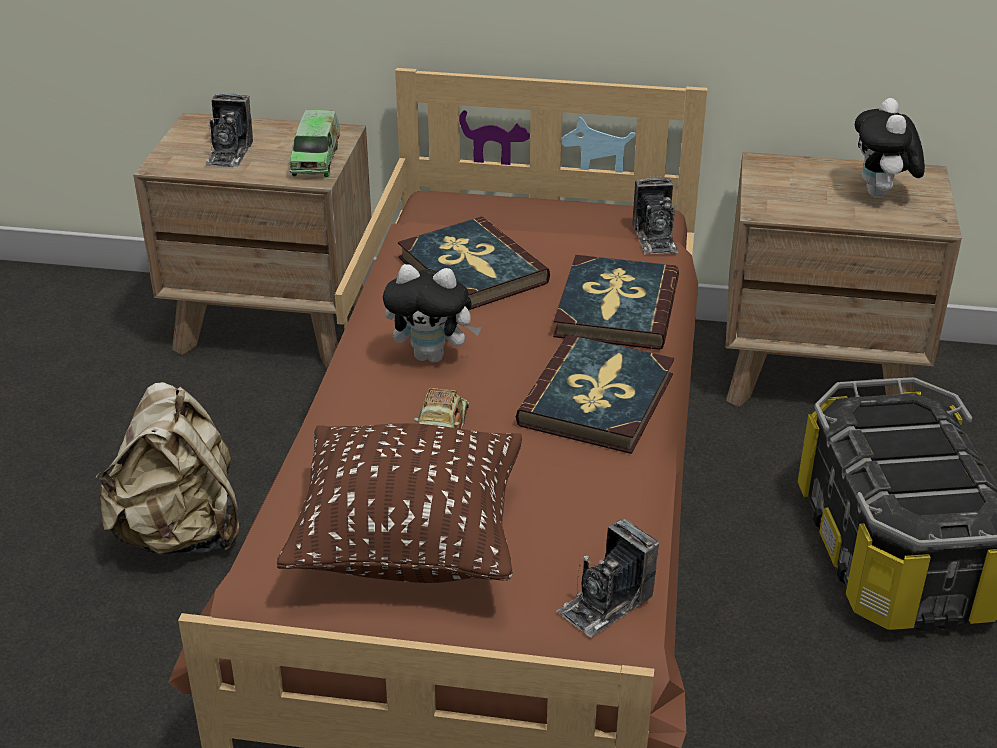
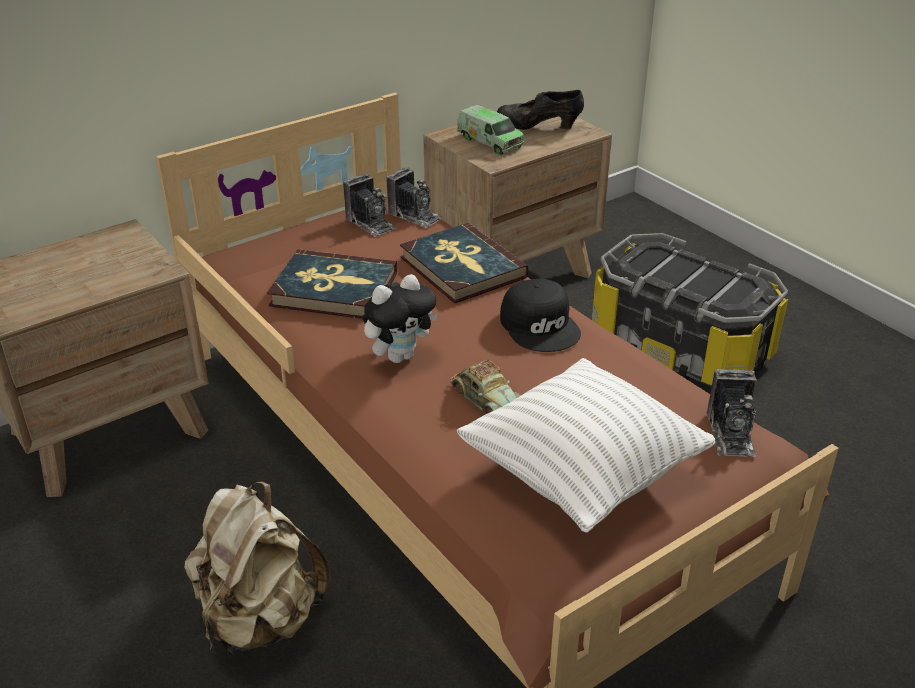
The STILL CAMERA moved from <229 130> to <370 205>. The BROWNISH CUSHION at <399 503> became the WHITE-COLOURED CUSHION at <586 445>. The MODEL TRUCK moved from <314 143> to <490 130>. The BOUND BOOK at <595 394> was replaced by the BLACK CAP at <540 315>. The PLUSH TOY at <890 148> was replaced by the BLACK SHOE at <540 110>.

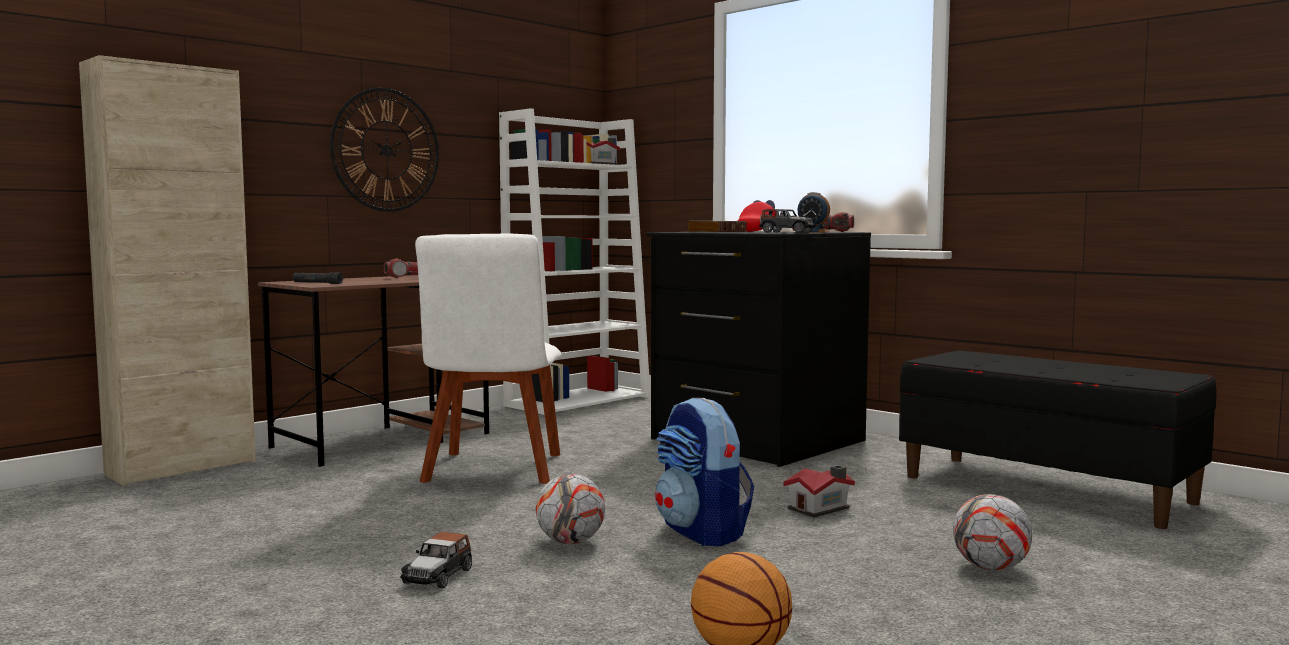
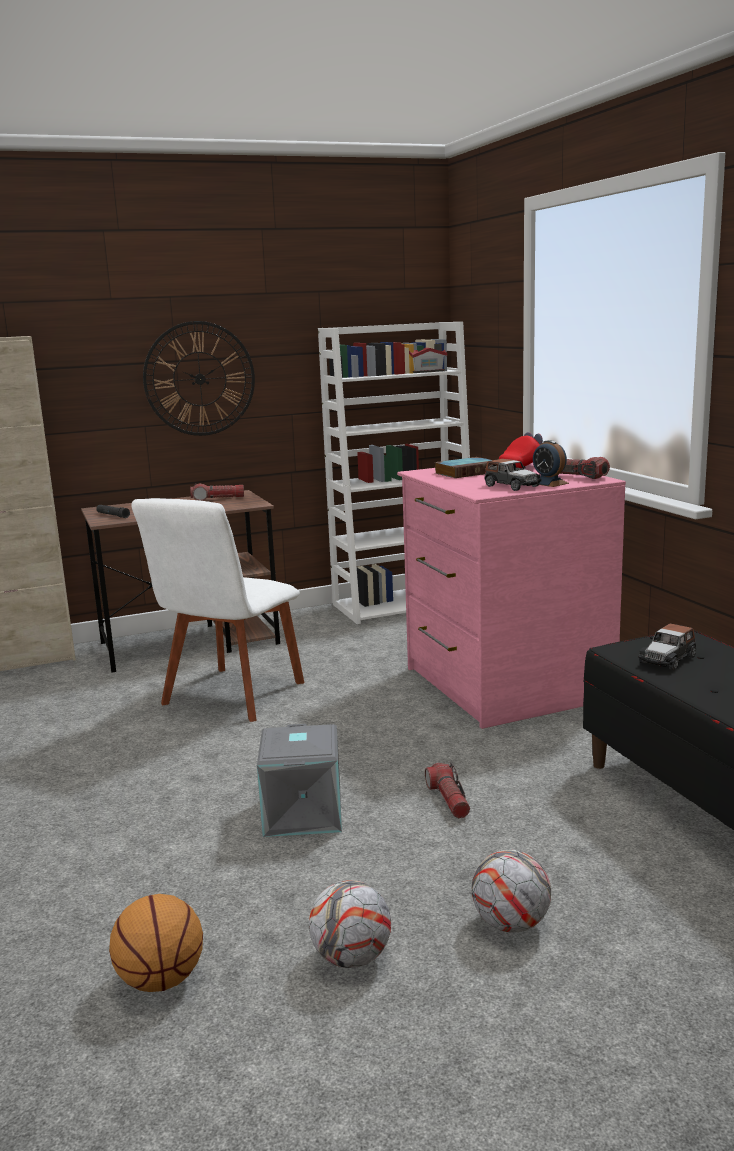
The MODEL CAR moved from <436 560> to <667 646>. The FOOTBALL moved from <570 509> to <350 924>. The BLACK DRAWER CHEST at <759 349> became the PINK DRAWER CHEST at <511 595>. The BACKPACK at <704 472> was replaced by the GREYISH STORAGE CONTAINER at <299 780>. The TOY HOUSE at <819 491> was replaced by the FLASHLIGHT at <447 790>.

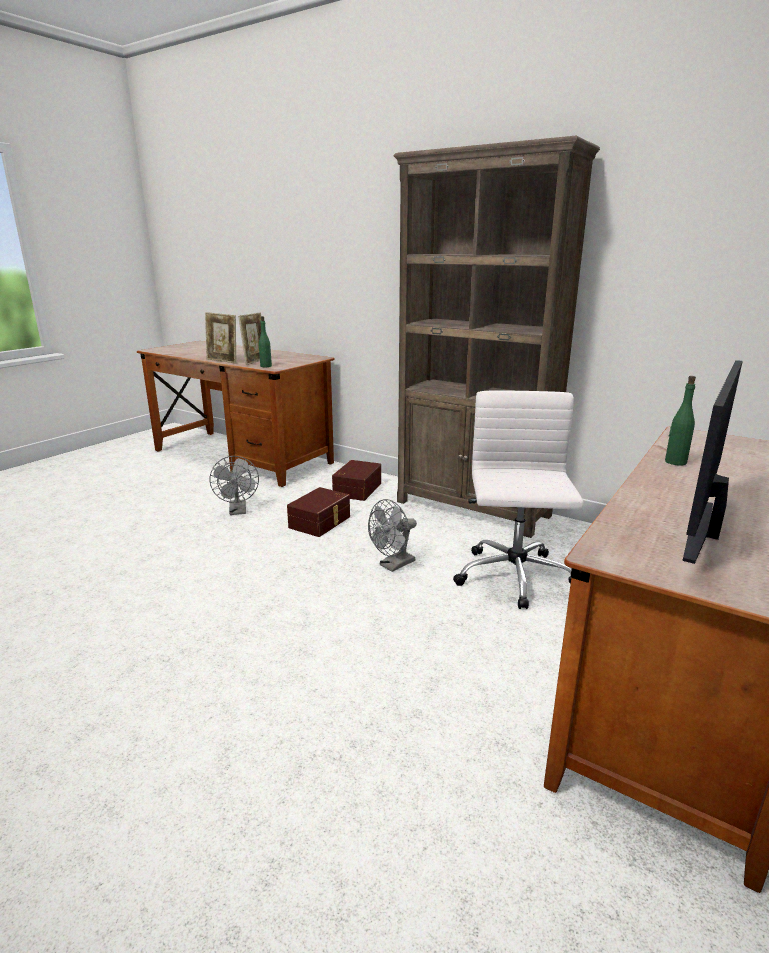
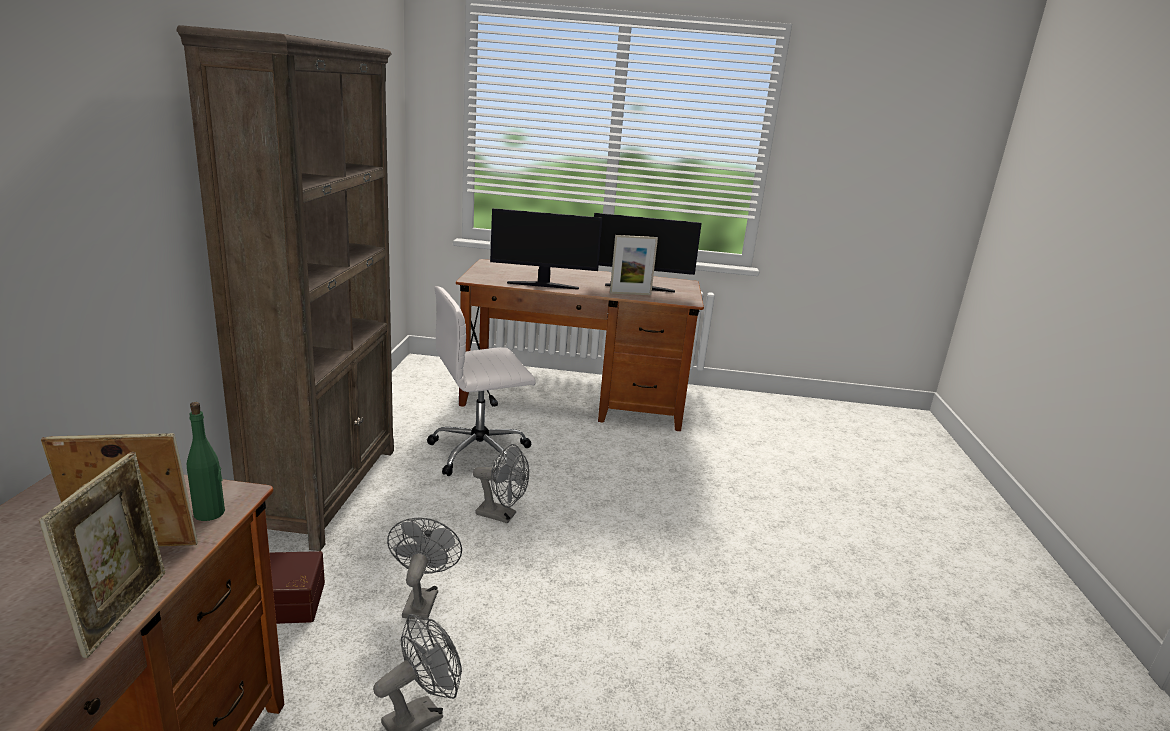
The BROWNISH STORAGE CONTAINER at <318 512> was replaced by the GREYISH COOLING FAN at <424 569>. The GREEN-COLOURED DRINK BOTTLE at <680 421> was replaced by the MONITOR at <546 249>. The STANDING FRAME at <634 265> appeared.

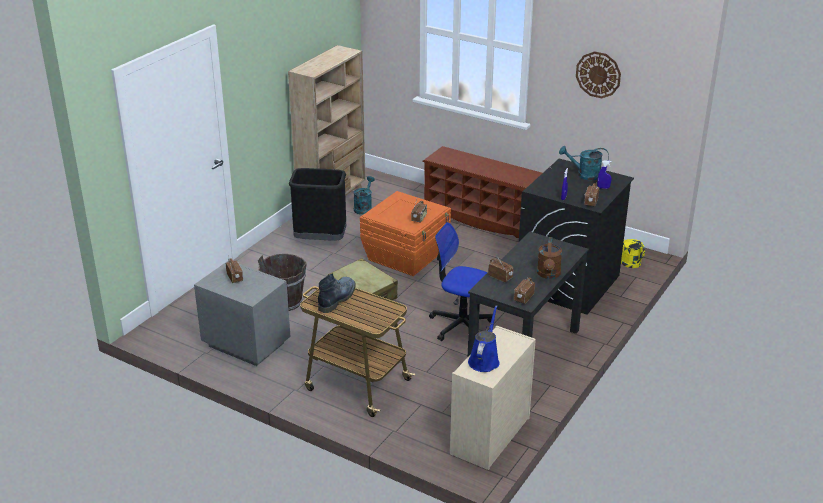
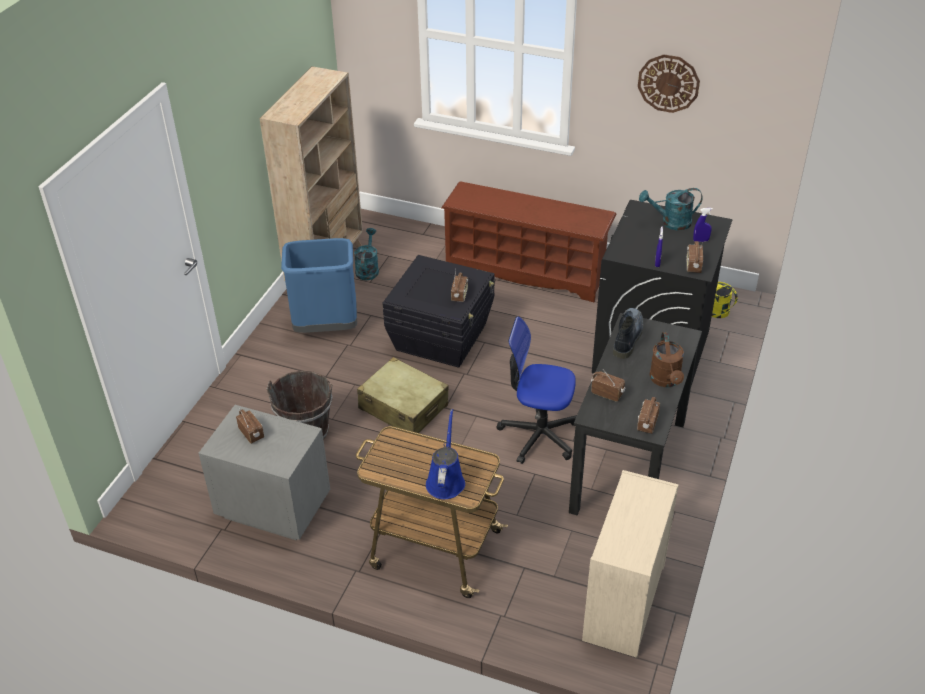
The BLACK WASTE BIN at <317 204> became the BLUE WASTE BIN at <319 285>. The TALL BOOT moved from <336 293> to <628 333>. The ORANGEY STORAGE CONTAINER at <405 233> became the BLACK STORAGE CONTAINER at <438 311>. The BLUE WATERING CAN moved from <484 338> to <445 454>.

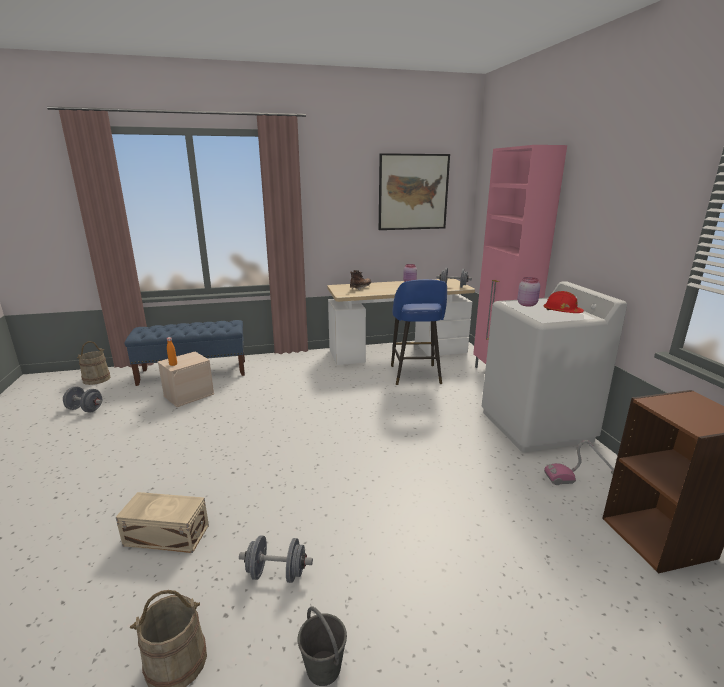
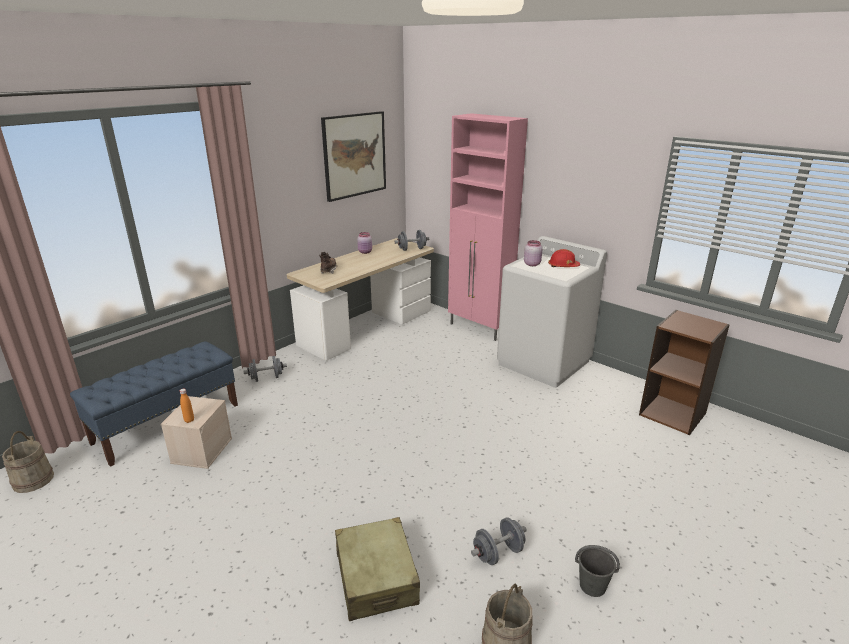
The GREYISH FREE WEIGHT moved from <82 399> to <265 369>. The BEIGE STORAGE CONTAINER at <162 522> was replaced by the BEIGE SUITCASE at <377 569>. The BLUE SITTING STOOL at <419 332> disappeared. The VACUUM CLEANER at <579 462> disappeared.

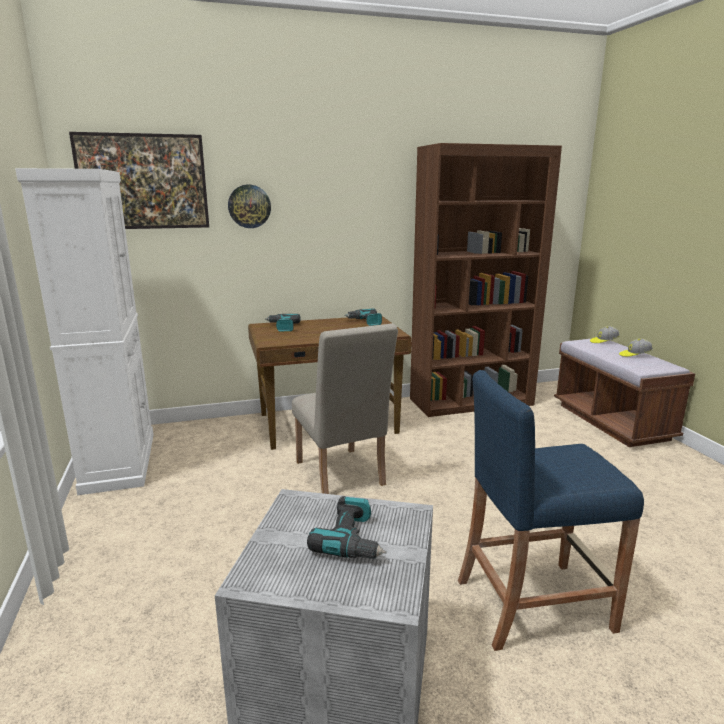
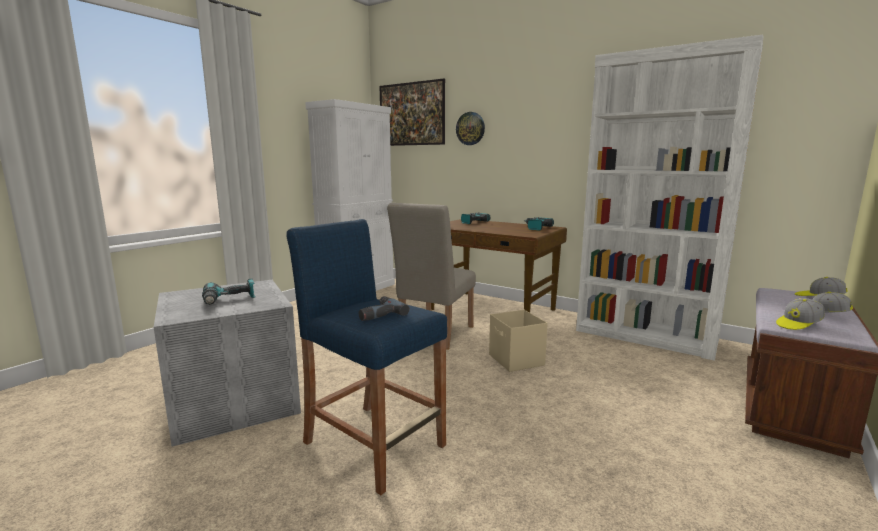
The BROWNISH SHELVING UNIT at <486 280> became the WHITE-COLOURED SHELVING UNIT at <669 198>. The DRILL at <384 308> appeared. The BEIGE STORAGE CONTAINER at <518 341> appeared. The CAP at <800 314> appeared.

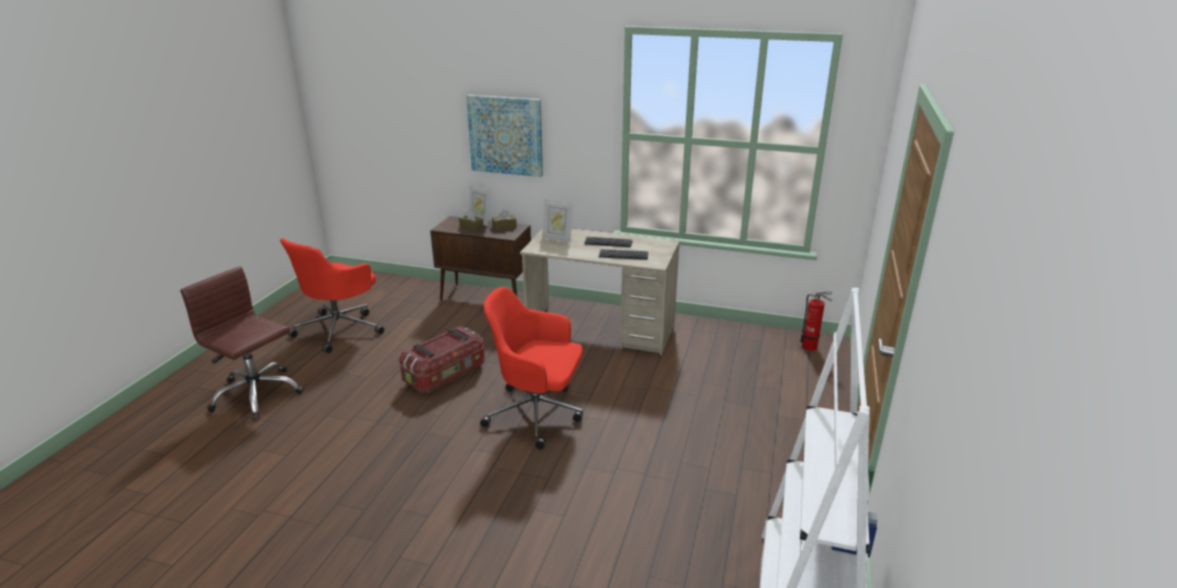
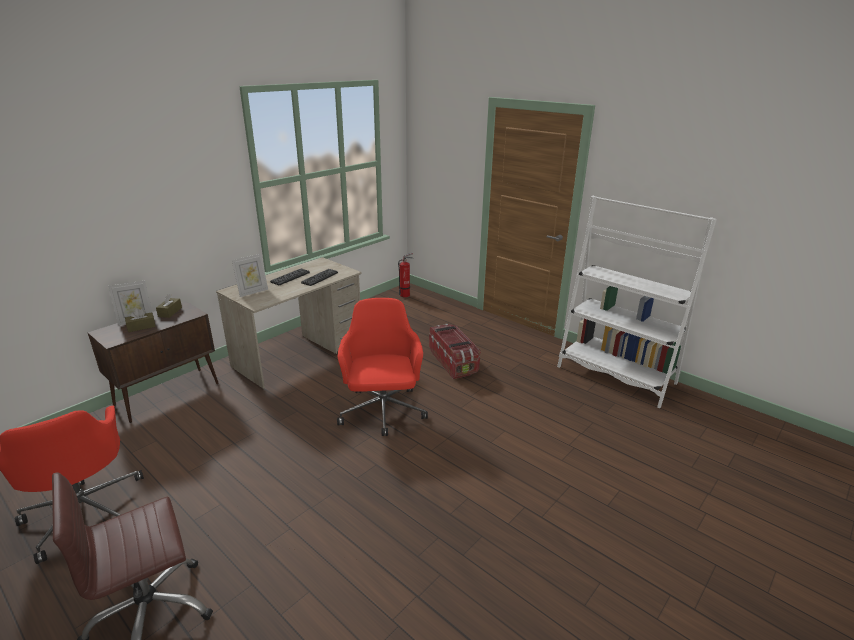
The STORAGE CONTAINER moved from <442 359> to <455 351>. The WALL ART at <504 136> disappeared. The REDDISH DESK CHAIR at <531 368> turned 135 degrees clockwise.

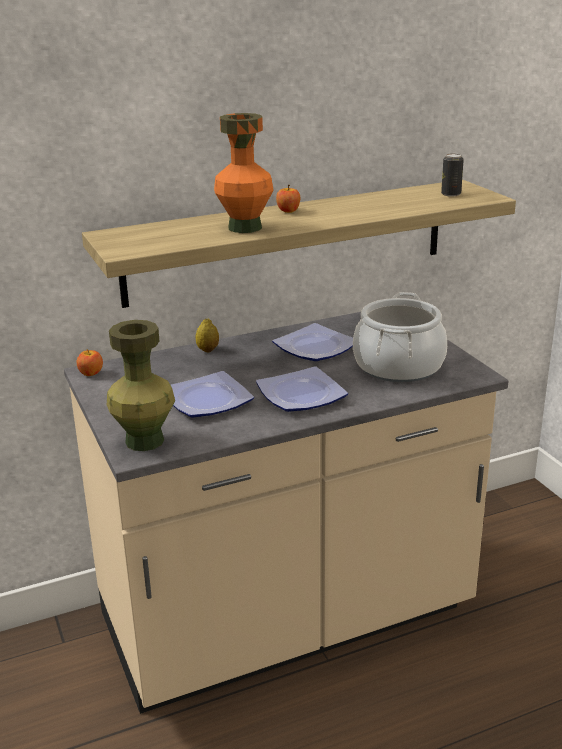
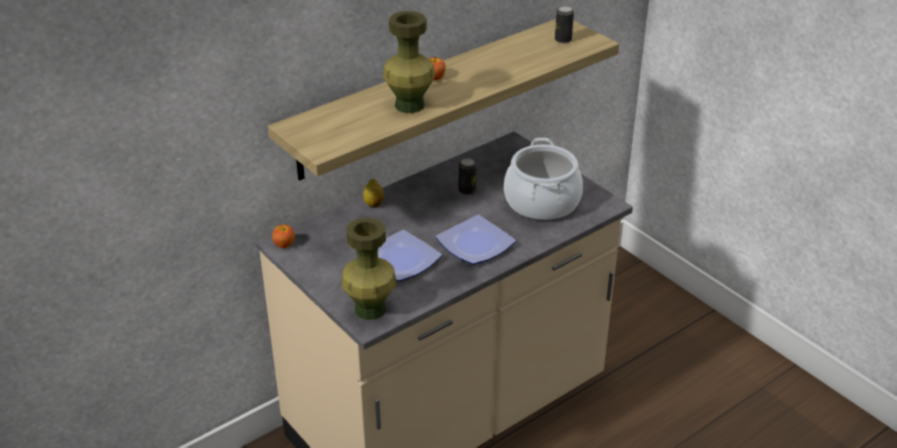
The ORANGEY FLOWER VASE at <244 173> became the GREEN-COLOURED FLOWER VASE at <409 62>. The DINNER PLATE at <312 342> was replaced by the SEALED CAN at <467 176>.

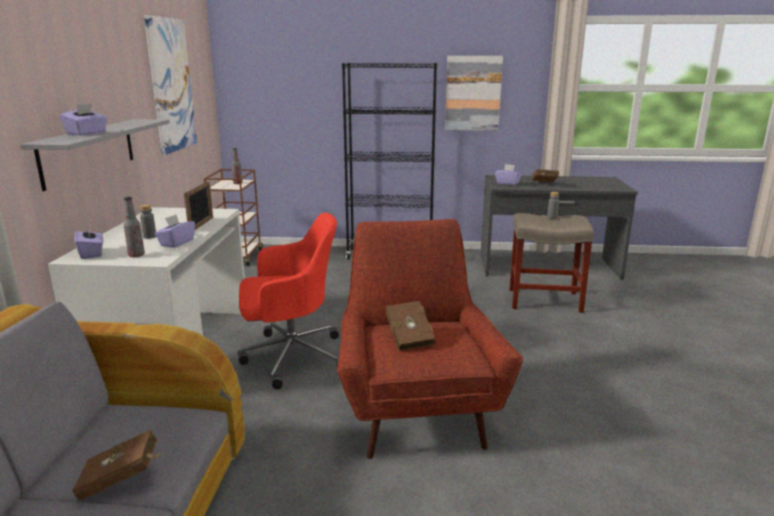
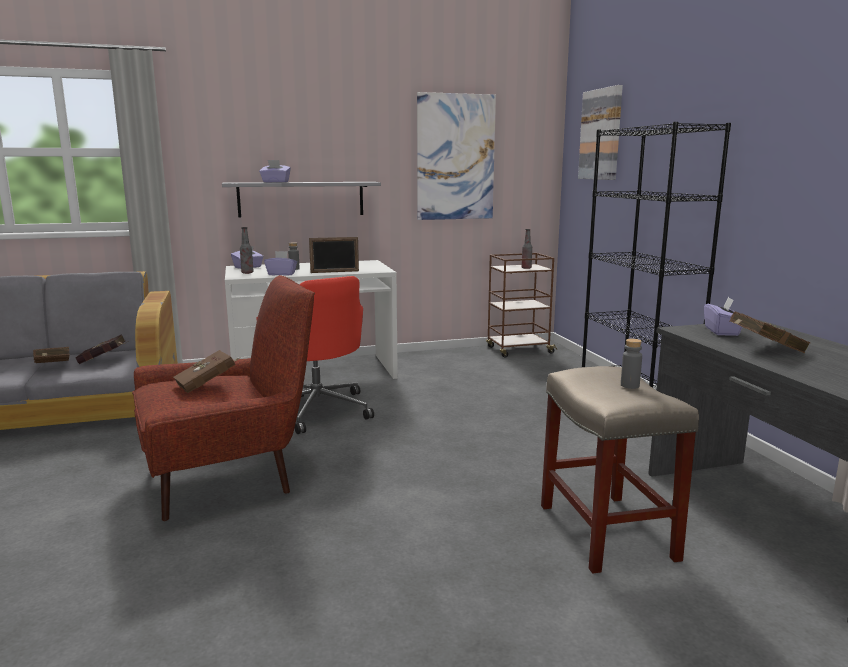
The WALL ART moved from <474 93> to <600 132>. The REDDISH BOUND BOOK at <101 349> appeared.

